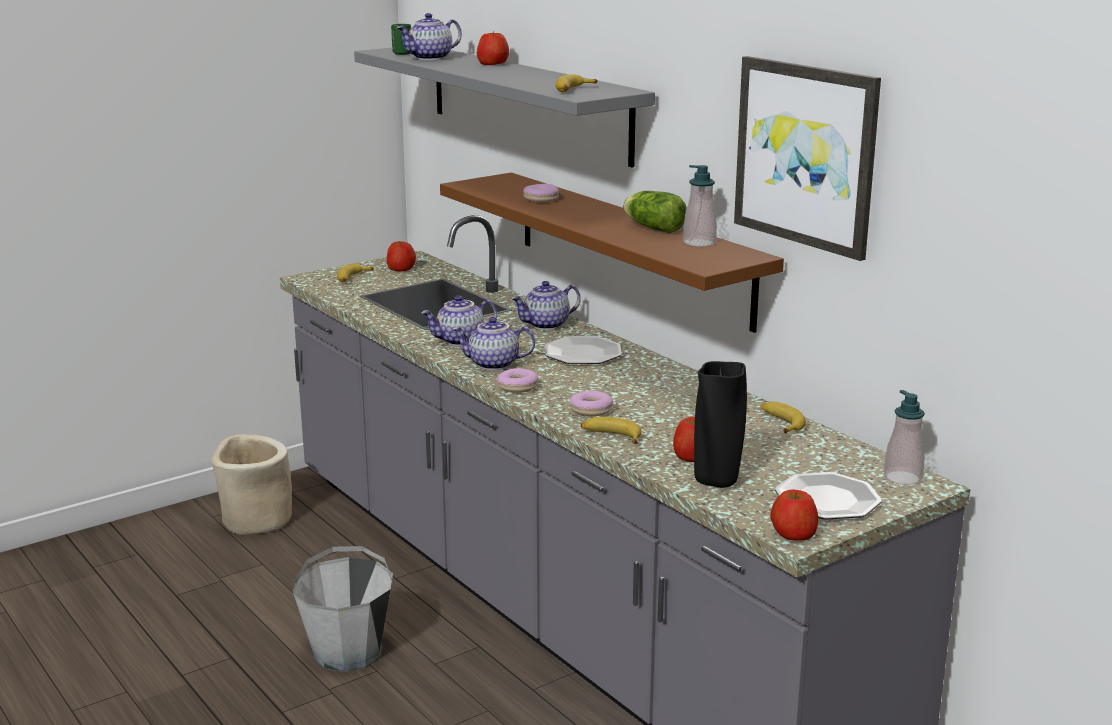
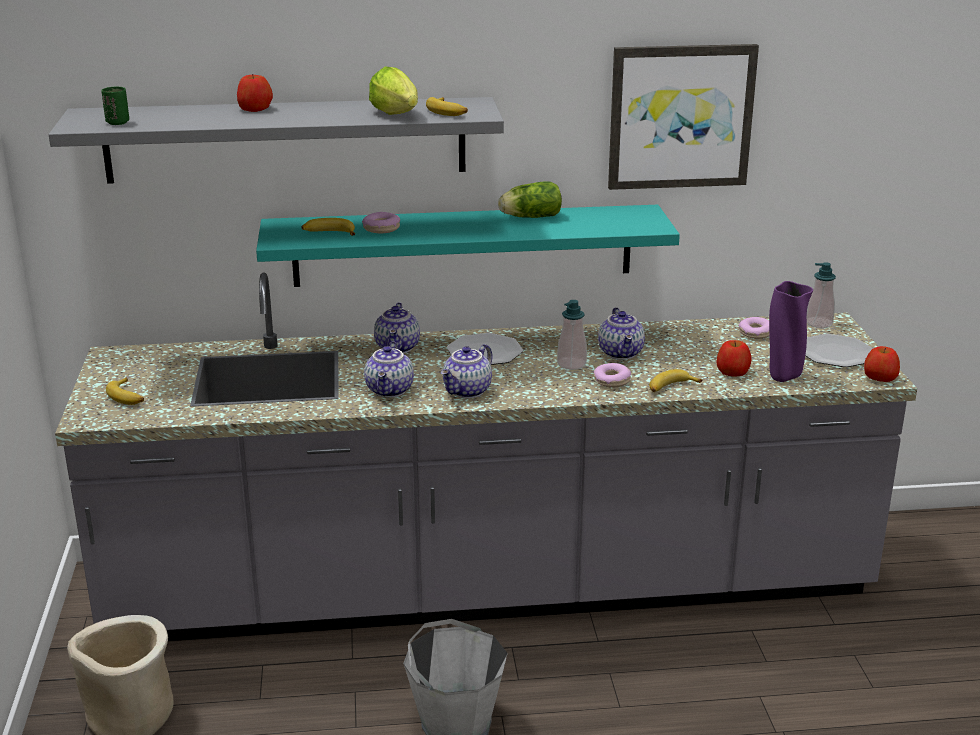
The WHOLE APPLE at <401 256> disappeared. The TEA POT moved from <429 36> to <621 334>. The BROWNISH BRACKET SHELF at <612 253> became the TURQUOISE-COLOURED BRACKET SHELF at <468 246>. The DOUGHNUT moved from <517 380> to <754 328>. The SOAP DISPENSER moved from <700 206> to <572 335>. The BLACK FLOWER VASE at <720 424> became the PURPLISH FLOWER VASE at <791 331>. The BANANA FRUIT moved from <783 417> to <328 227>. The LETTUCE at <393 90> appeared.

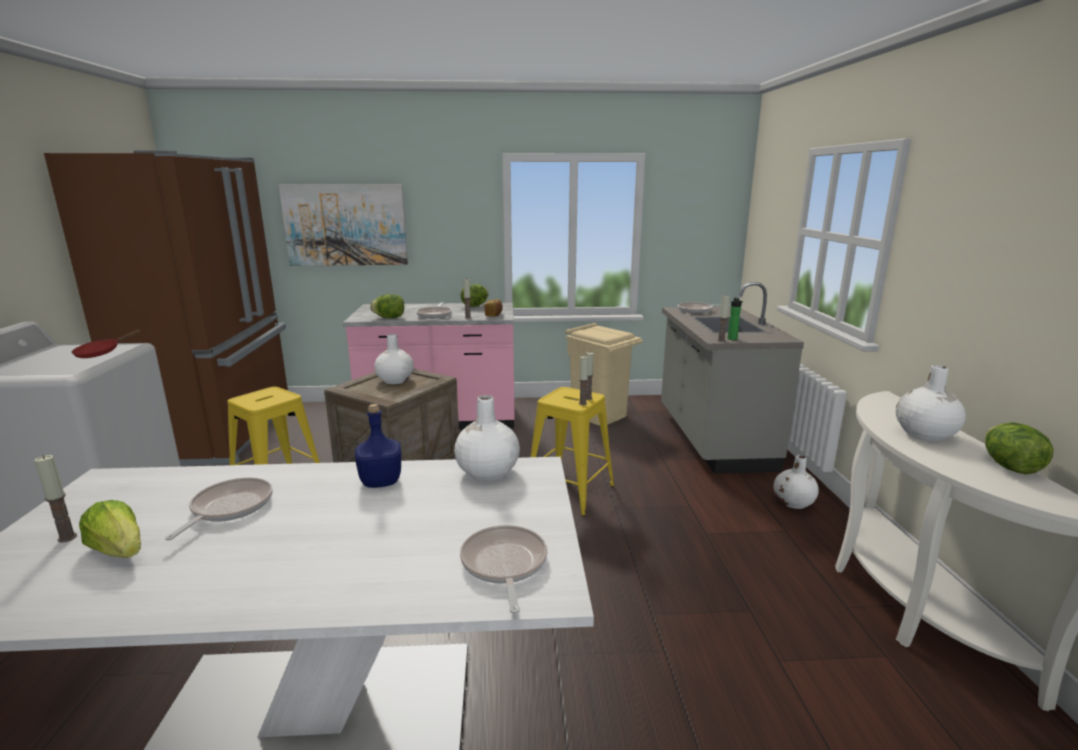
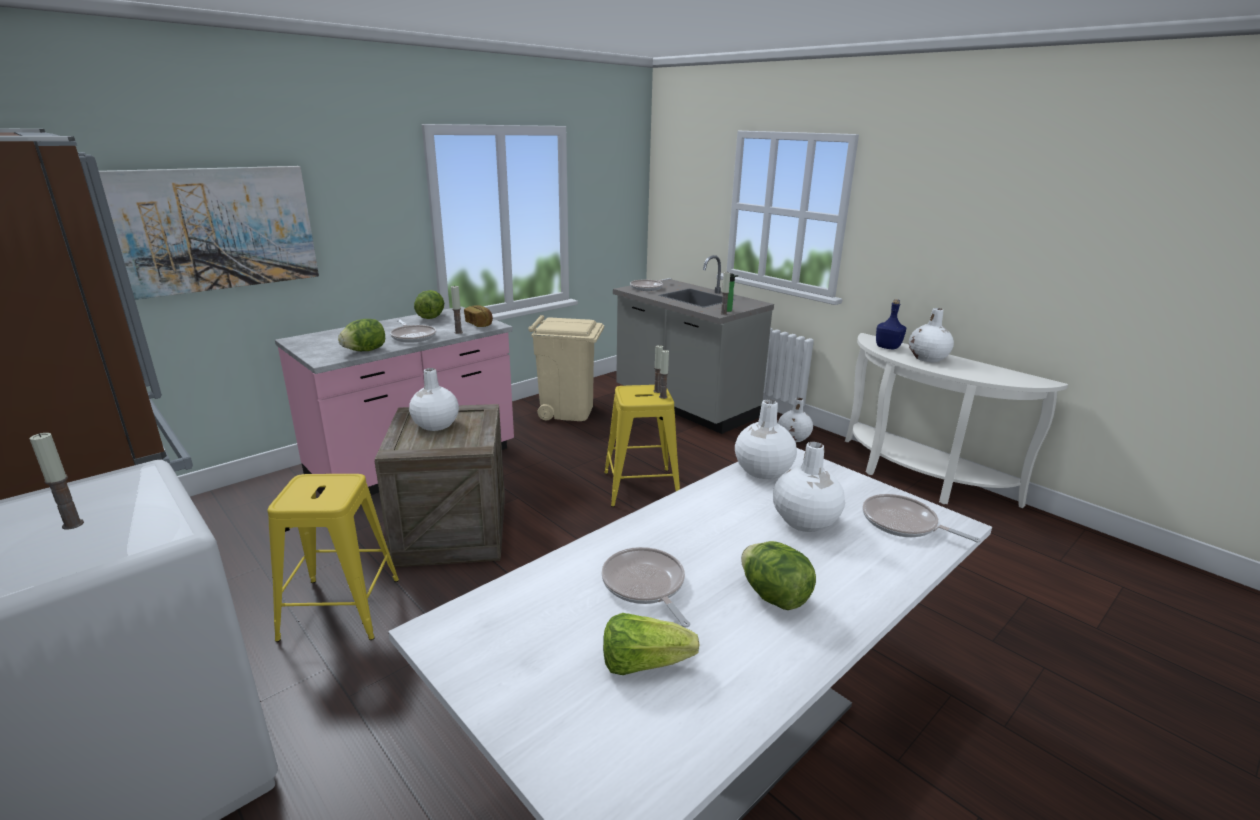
The WAX CANDLE moved from <55 499> to <57 481>. The REDDISH SKILLET at <107 343> disappeared. The BLUE DRINK BOTTLE moved from <378 446> to <891 324>. The LETTUCE moved from <1019 448> to <778 575>. The WHITE-COLOURED FLOWER VASE at <809 487> appeared.

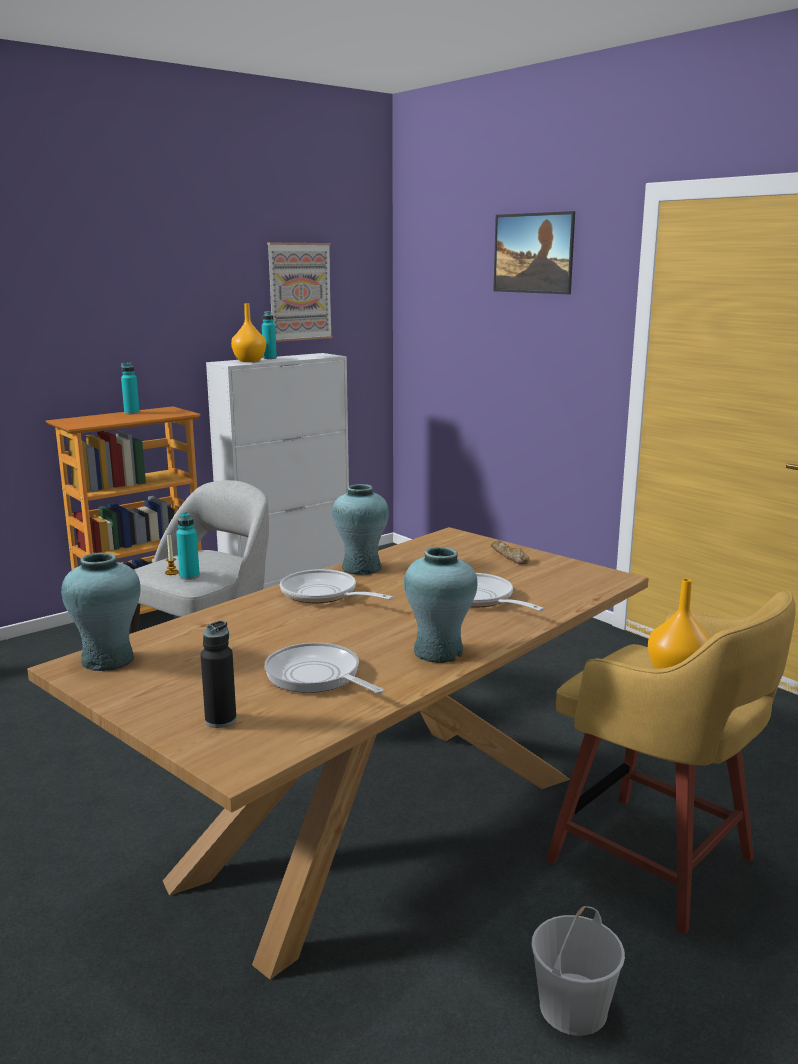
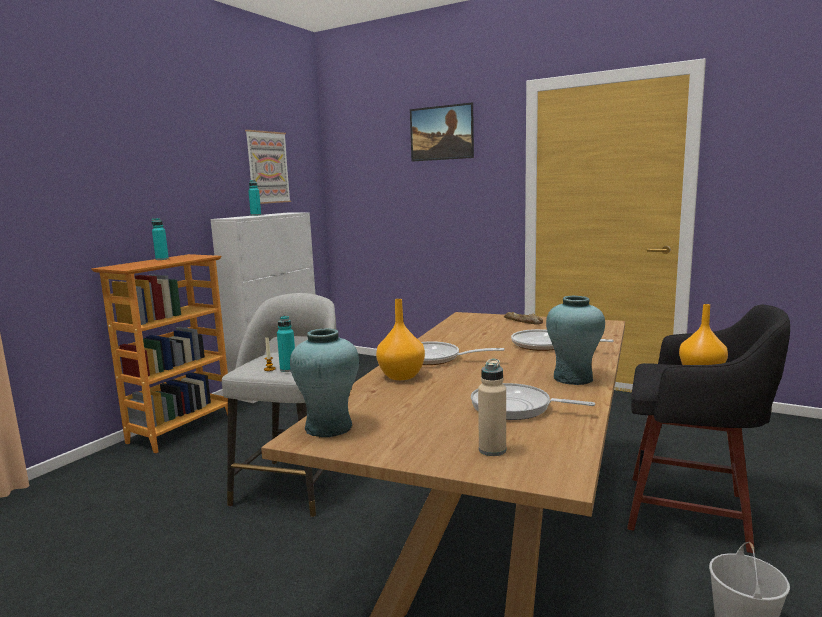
The BLACK DRINK BOTTLE at <218 674> became the BEIGE DRINK BOTTLE at <492 407>. The ORANGEY FLOWER VASE moved from <248 332> to <400 339>. The TURQUOISE-COLOURED FLOWER VASE at <360 529> disappeared. The YELLOWISH SITTING STOOL at <671 762> became the BLACK SITTING STOOL at <708 429>.

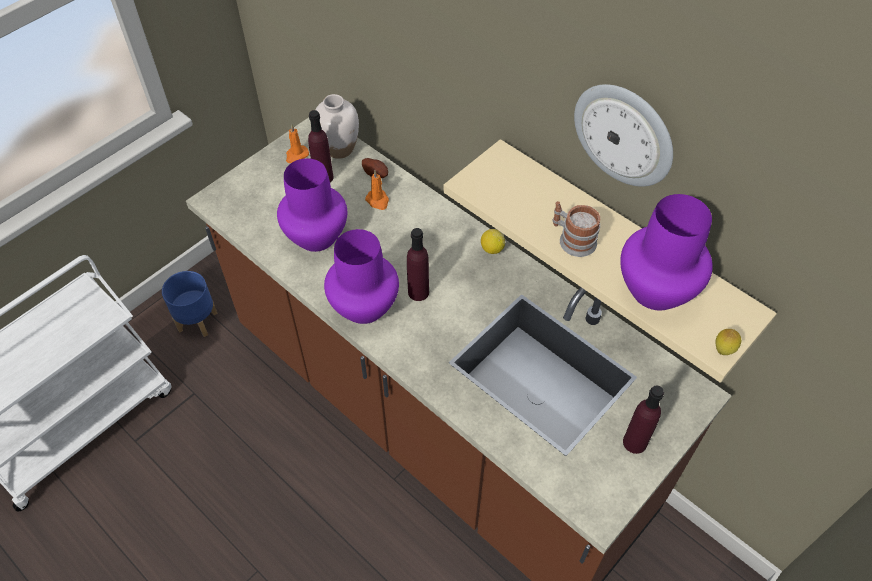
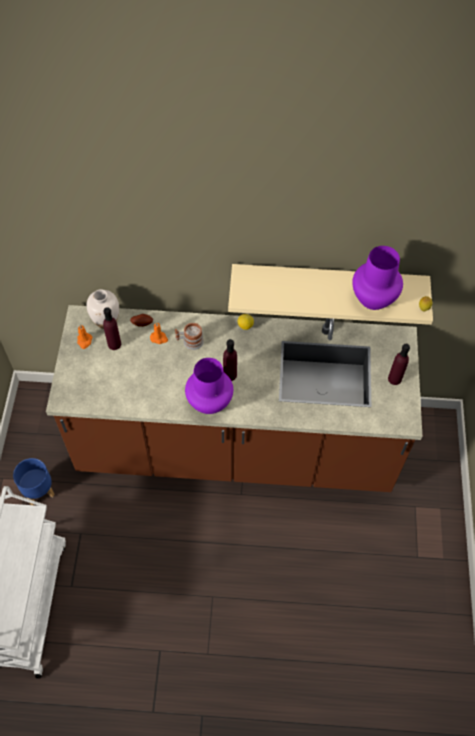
The PURPLISH FLOWER VASE at <312 205> disappeared. The MUG moved from <576 229> to <189 336>. The HANGING CLOCK at <623 135> disappeared.

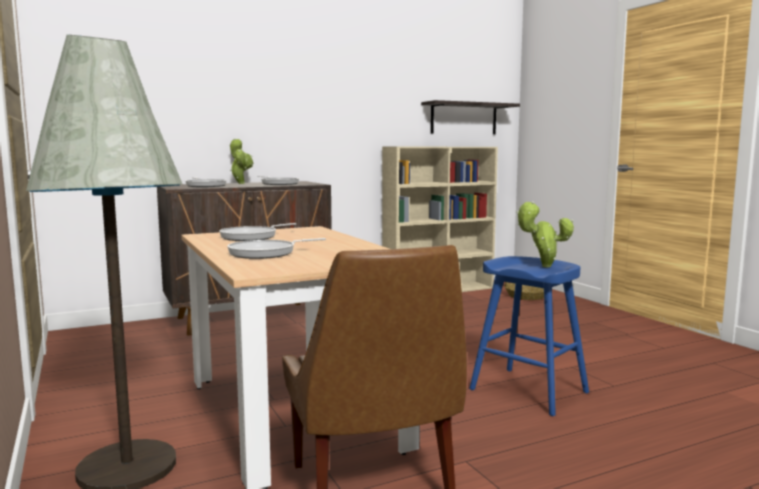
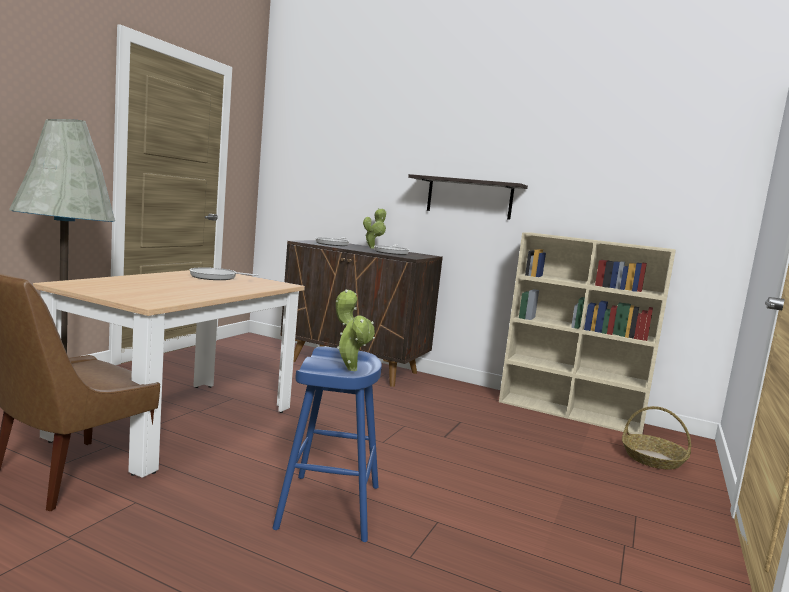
The SKILLET at <276 248> disappeared. The BRACKET SHELF moved from <470 117> to <468 197>.

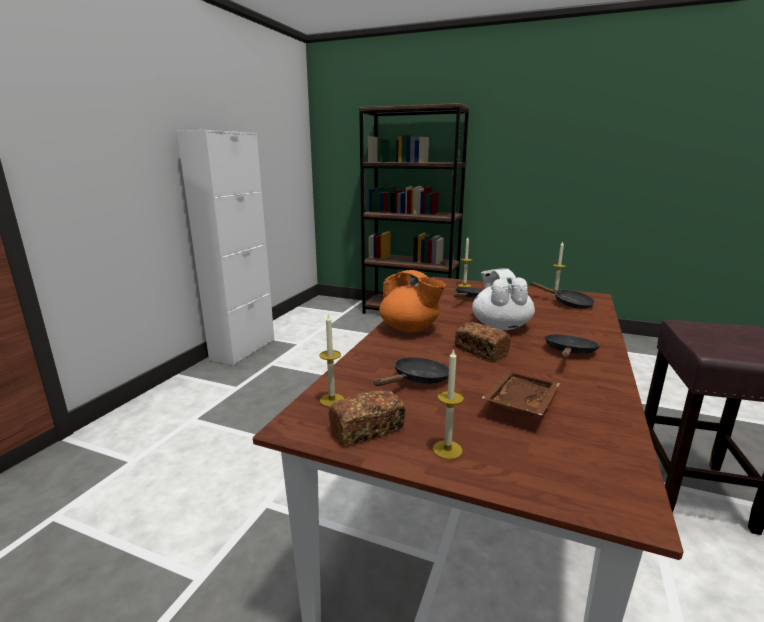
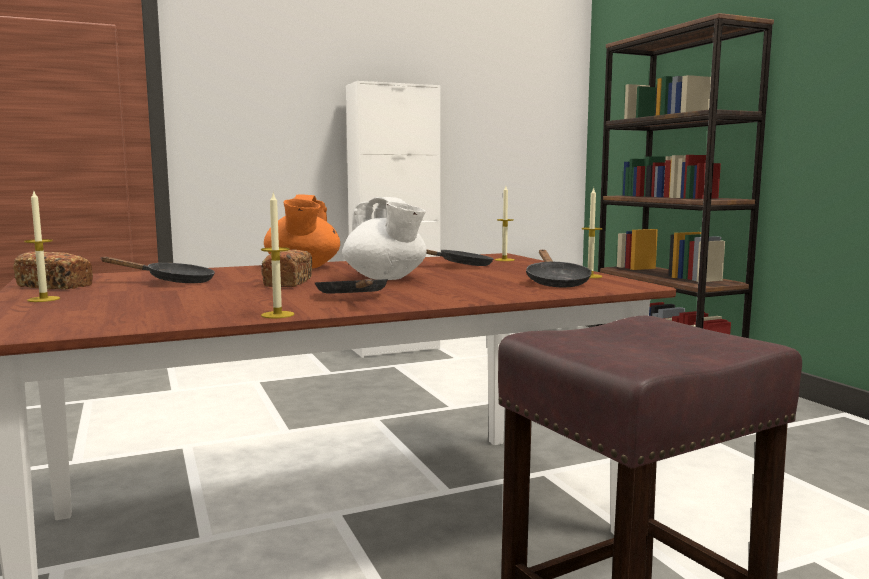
The WAX CANDLE moved from <331 360> to <277 255>. The WHITE-COLOURED TEA POT at <503 299> turned 105 degrees clockwise. The BROWNISH SERVING TRAY at <520 392> disappeared. The BLACK SKILLET at <572 346> turned 90 degrees counterclockwise.

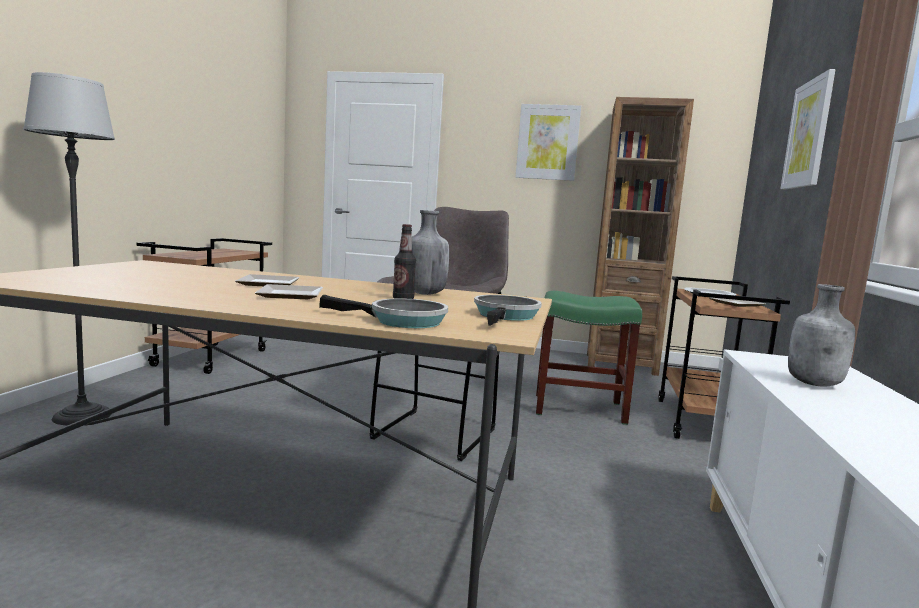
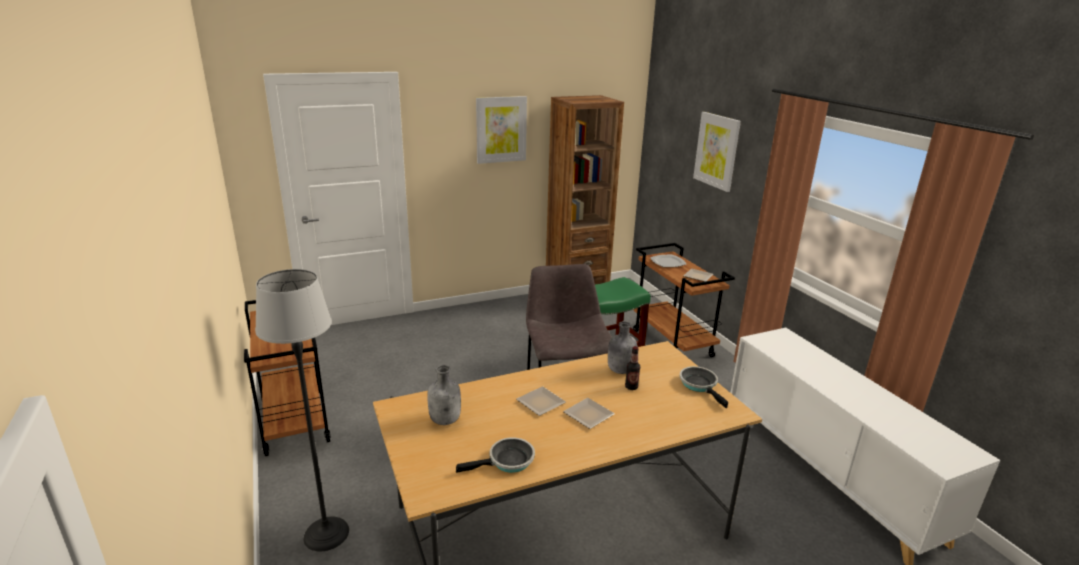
The SKILLET moved from <383 311> to <495 455>. The GREYISH DRINK BOTTLE moved from <821 335> to <444 395>.

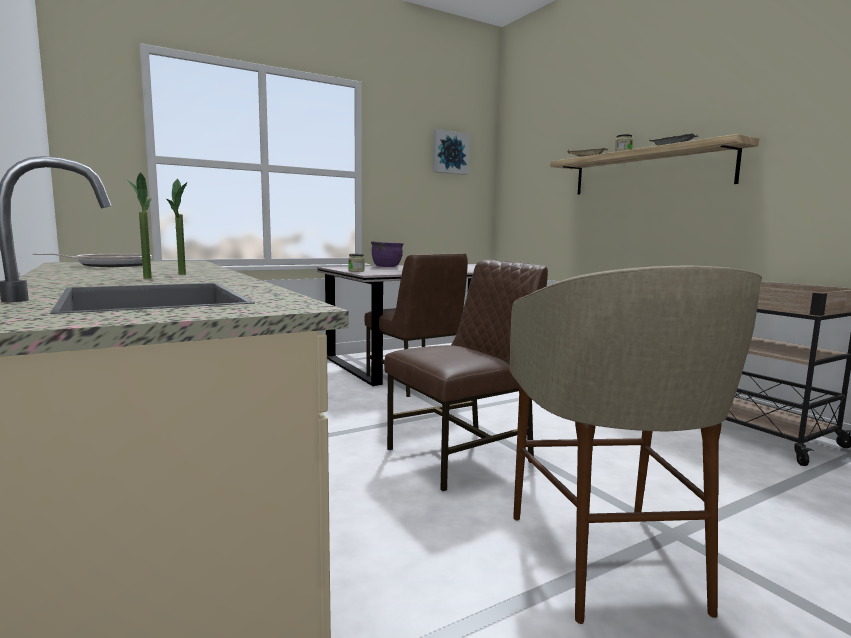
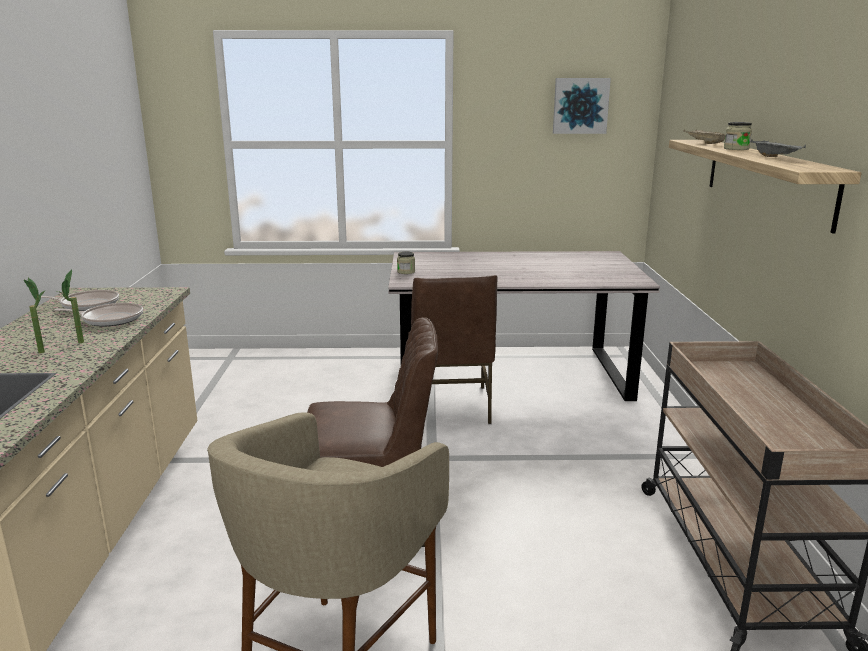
The PURPLISH STOCKPOT at <387 254> disappeared. The SKILLET at <98 315> appeared.

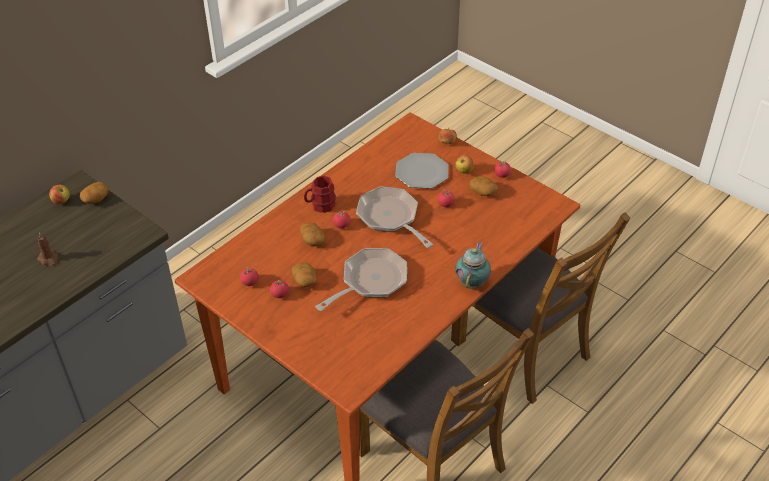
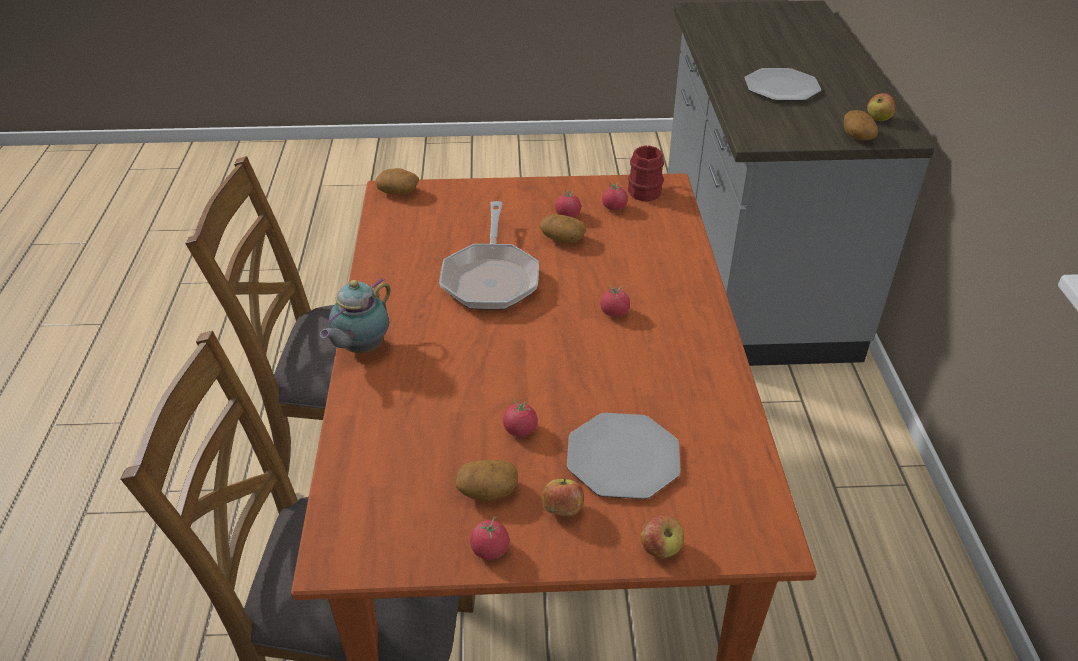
The BROWNISH WAX CANDLE at <47 249> was replaced by the DINNER PLATE at <783 84>. The WHOLE POTATO moved from <313 234> to <397 181>. The REDDISH MUG moved from <320 194> to <646 173>. The SKILLET at <394 217> disappeared. The TEA POT at <473 265> turned 60 degrees clockwise.

